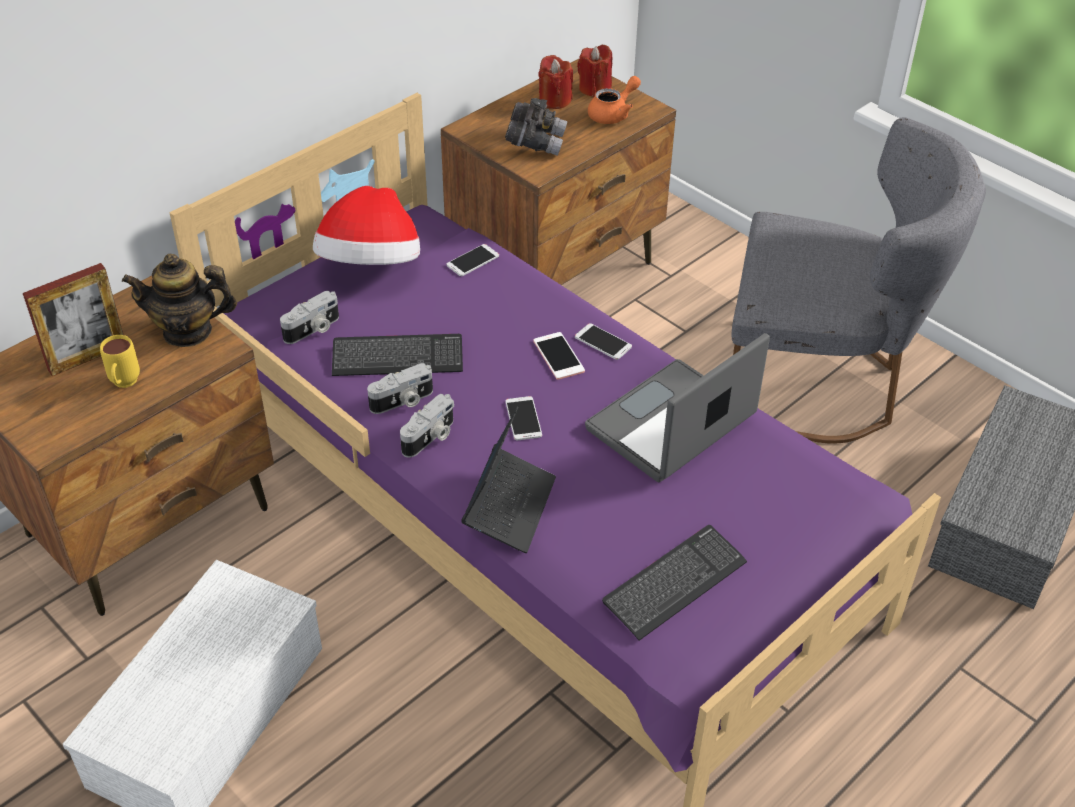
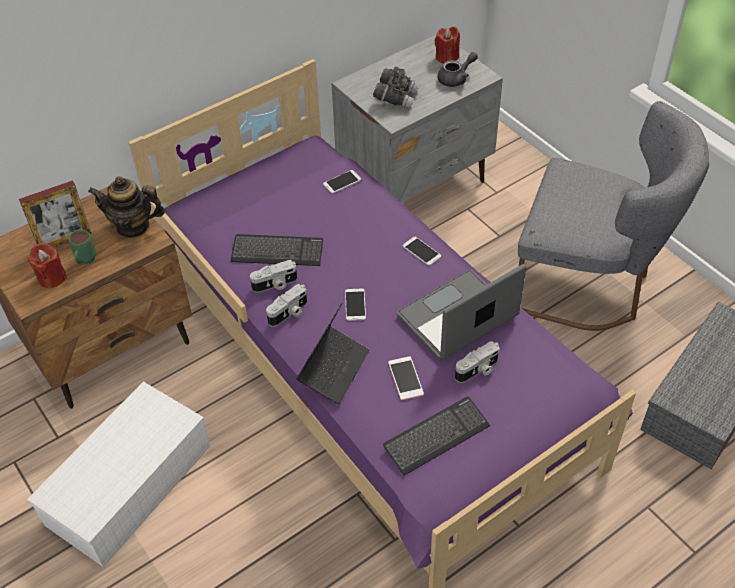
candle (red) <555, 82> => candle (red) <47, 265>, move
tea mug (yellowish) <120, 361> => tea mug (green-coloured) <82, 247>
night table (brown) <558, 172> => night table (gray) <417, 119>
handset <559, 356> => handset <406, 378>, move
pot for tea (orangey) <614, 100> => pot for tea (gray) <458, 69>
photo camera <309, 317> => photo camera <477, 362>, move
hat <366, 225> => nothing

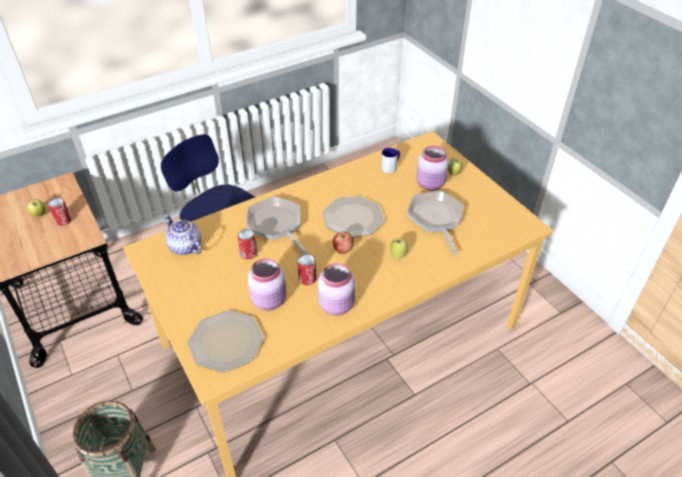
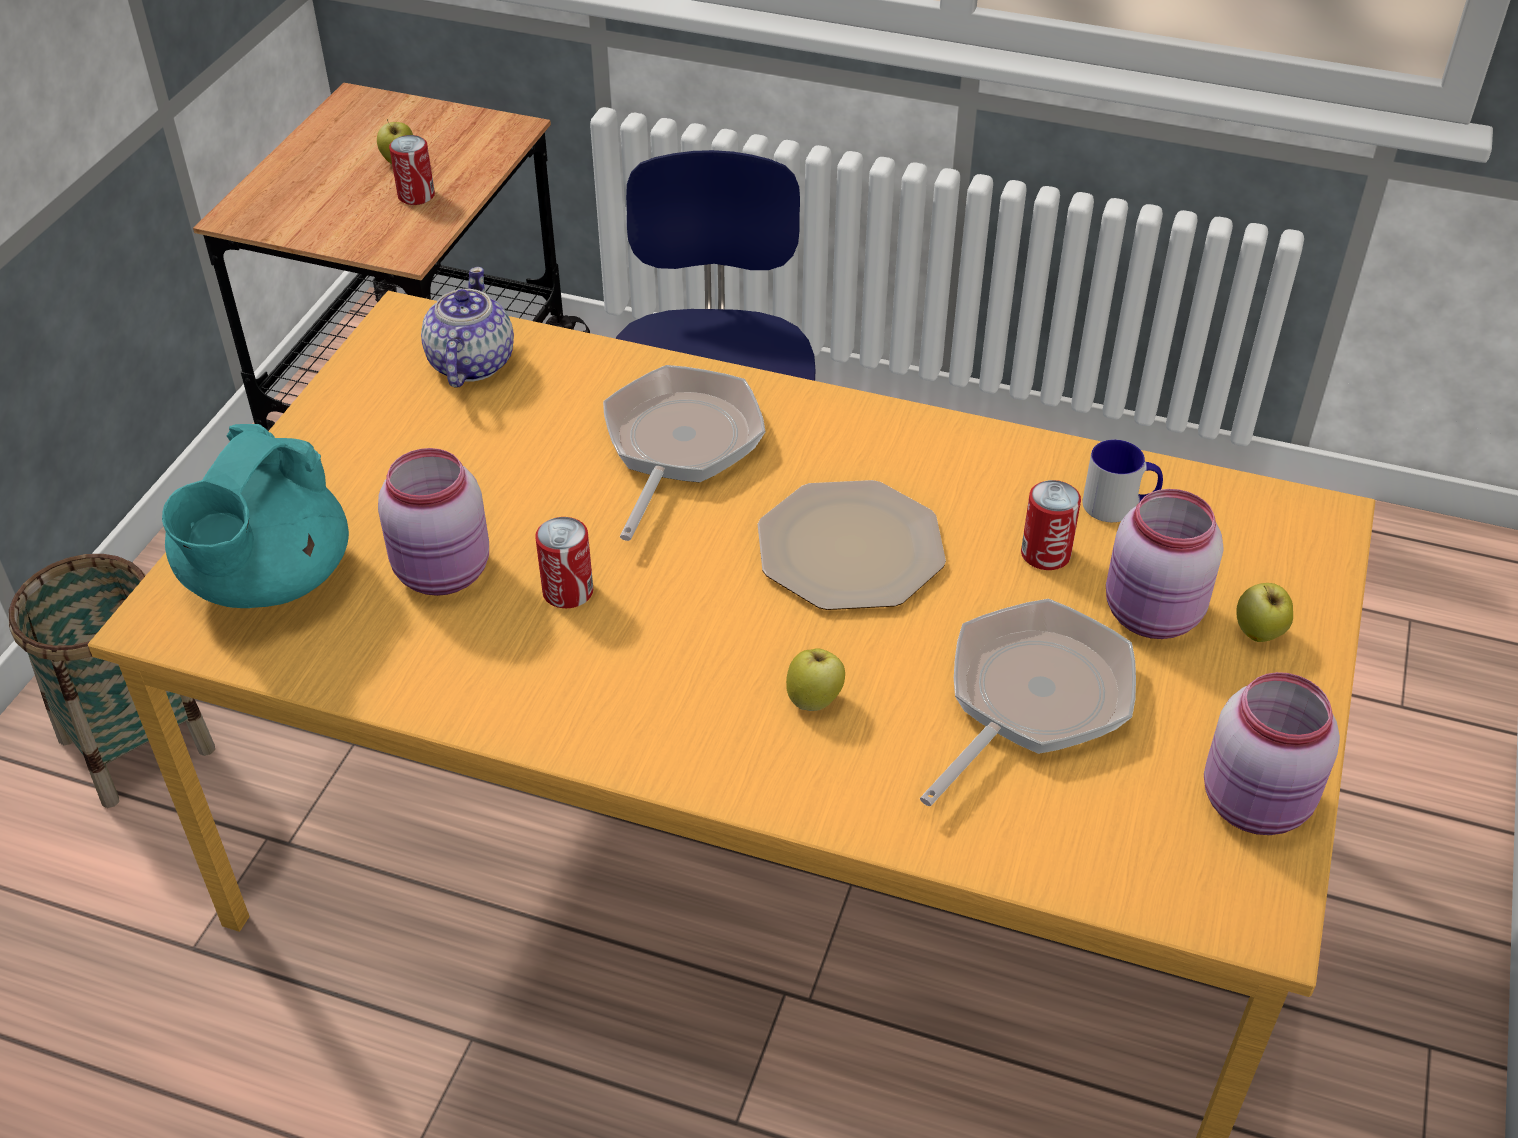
plate <226, 341> => pot for tea (turquoise) <255, 516>
sealed can <247, 244> => sealed can <1051, 525>, move
preserve jar (pink) <336, 289> => preserve jar (pink) <1272, 753>, move
whole apple <343, 242> => nothing

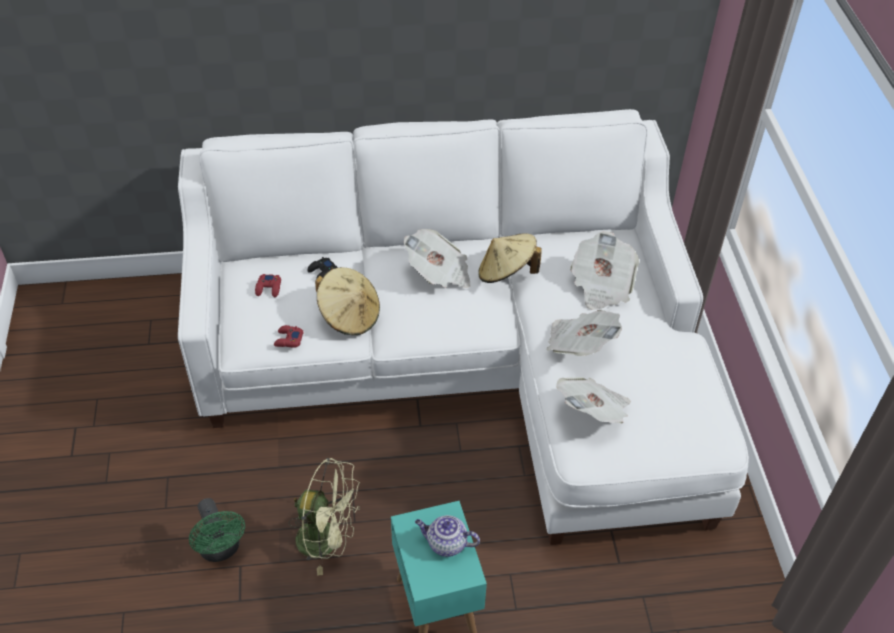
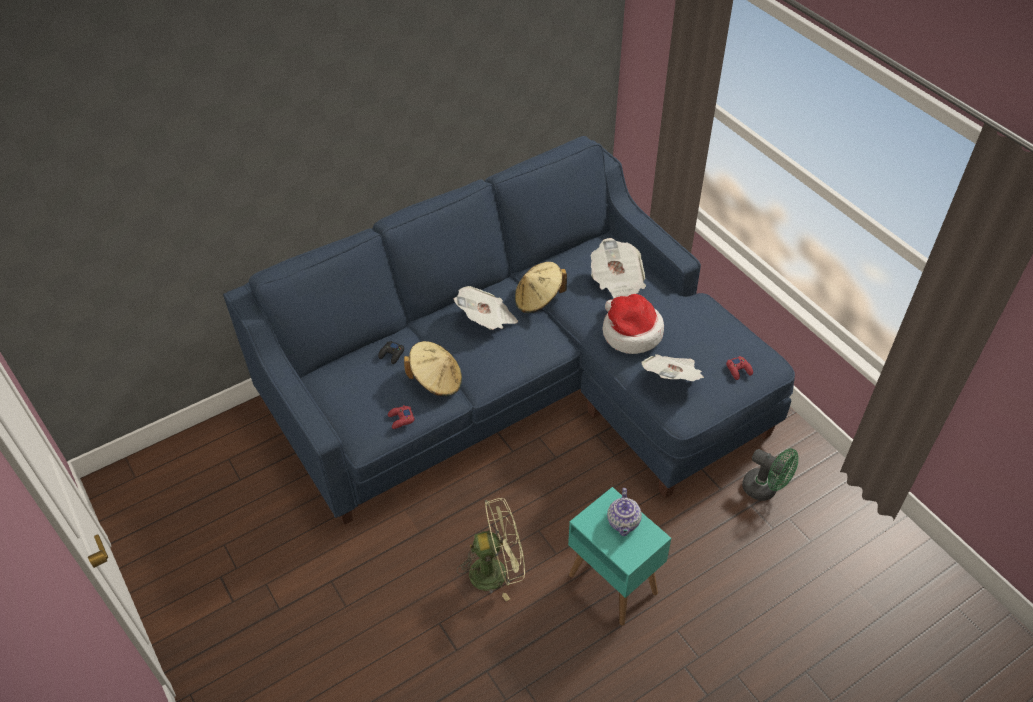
couch (white-coloured) <463, 327> => couch (bluish) <509, 330>
printed paper <584, 333> => hat <633, 324>
pot for tea <447, 536> => pot for tea <624, 512>, 75 degrees counterclockwise
gamepad (red) <268, 285> => gamepad (red) <739, 368>, move
cooling fan (green-coloured) <217, 530> => cooling fan (green-coloured) <770, 474>, move

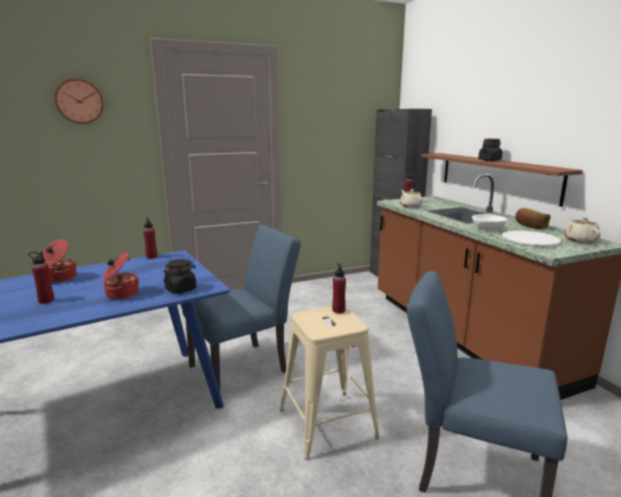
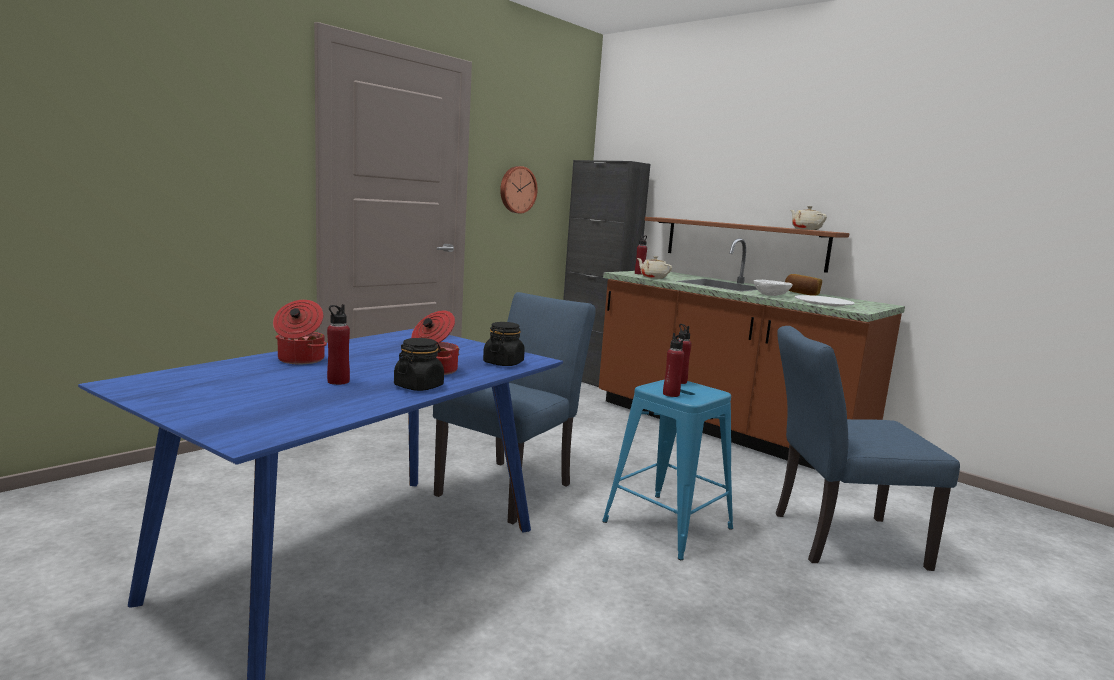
preserve jar (black-coloured) <490, 150> => preserve jar (black-coloured) <419, 364>, move
clock on the wall <79, 101> => clock on the wall <518, 190>, move
sitting stool (beige) <330, 383> => sitting stool (bluish) <667, 469>
drink bottle (red) <150, 238> => drink bottle (red) <674, 365>, move
pot for tea (beige) <583, 230> => pot for tea (beige) <809, 218>, move

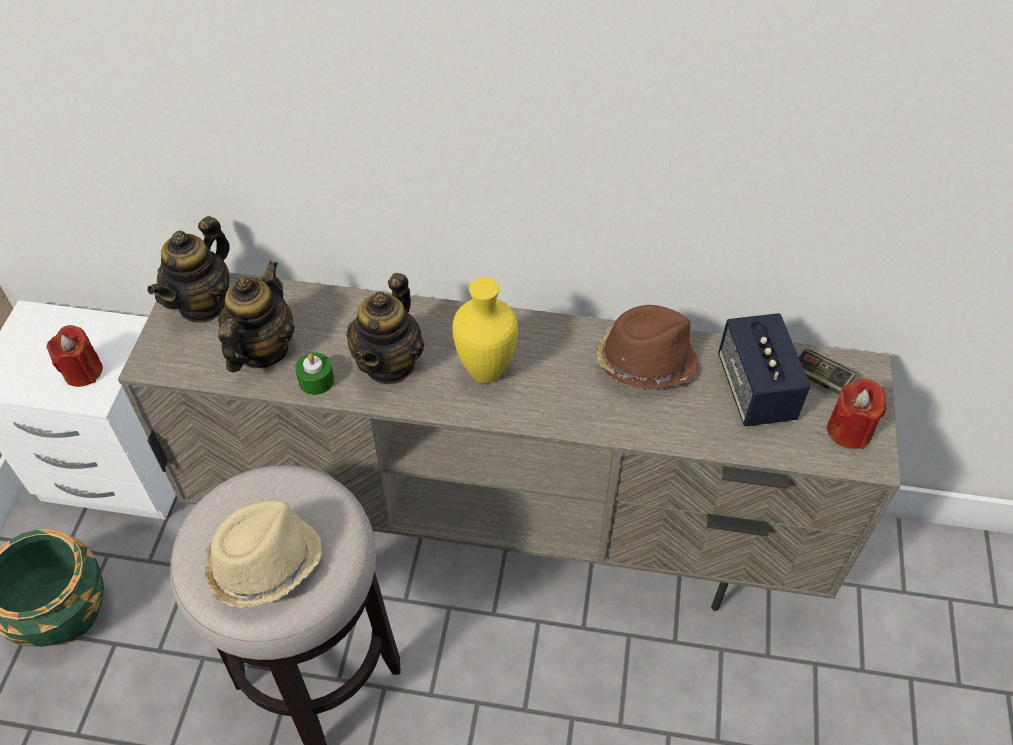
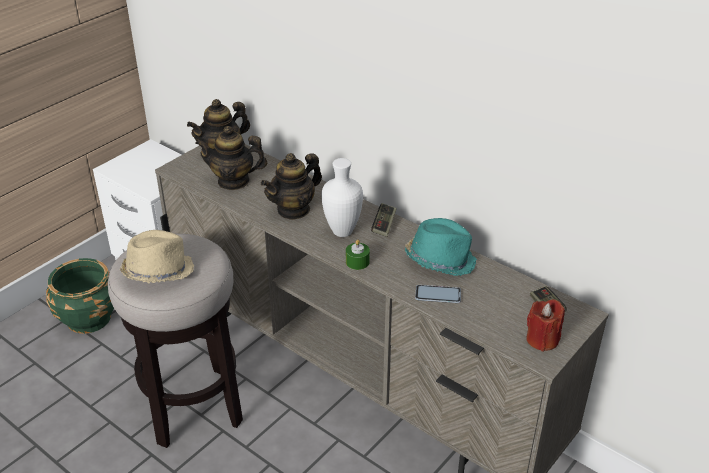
pot for tea <256, 316> => pot for tea <231, 158>, 135 degrees counterclockwise
flower vase (yellowish) <485, 330> => flower vase (white-coloured) <342, 197>
candle (green-coloured) <314, 373> => candle (green-coloured) <358, 255>, move
nothing => gamepad <384, 220>
hat (brown) <648, 347> => hat (turquoise) <441, 247>
nothing => handset <438, 294>
candle (red) <74, 356> => nothing
loudspeaker <764, 370> => nothing

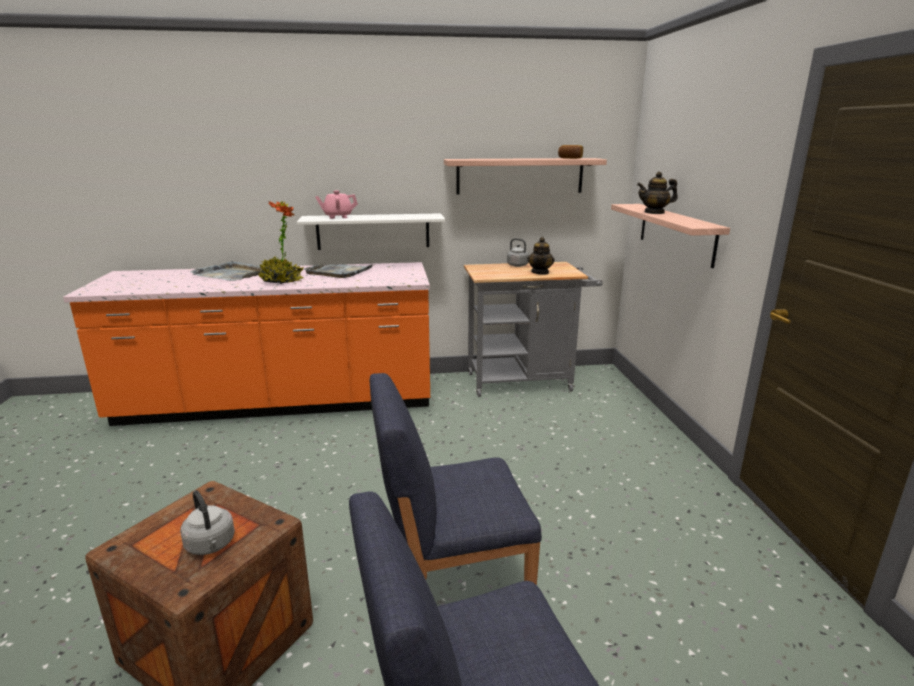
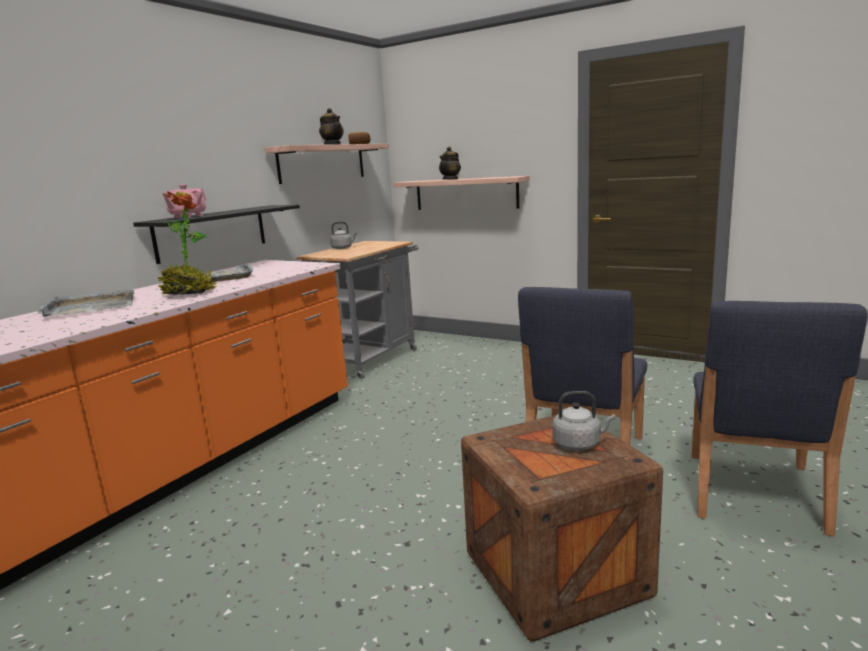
shelf (white-coloured) <371, 231> => shelf (black-coloured) <216, 234>
pot for tea <541, 256> => pot for tea <331, 126>, move

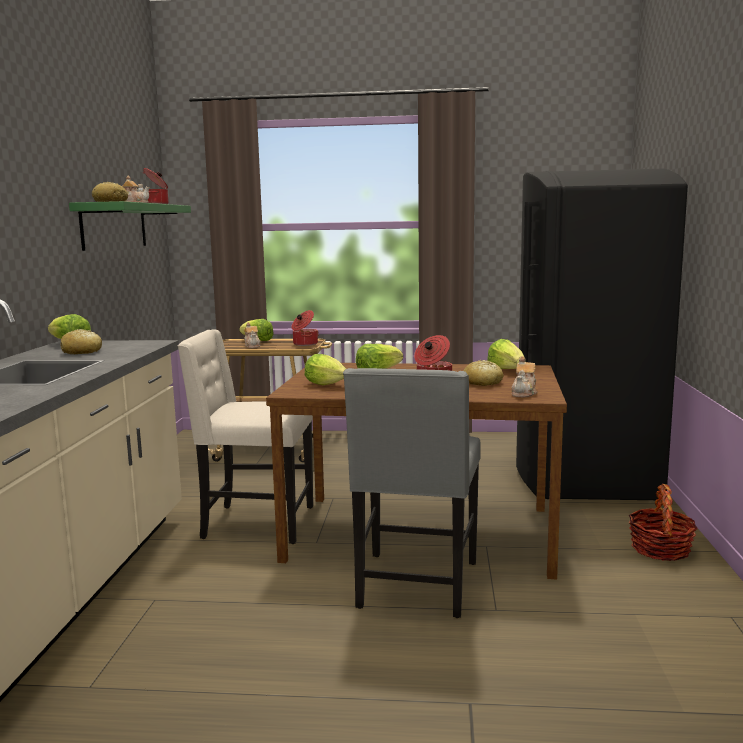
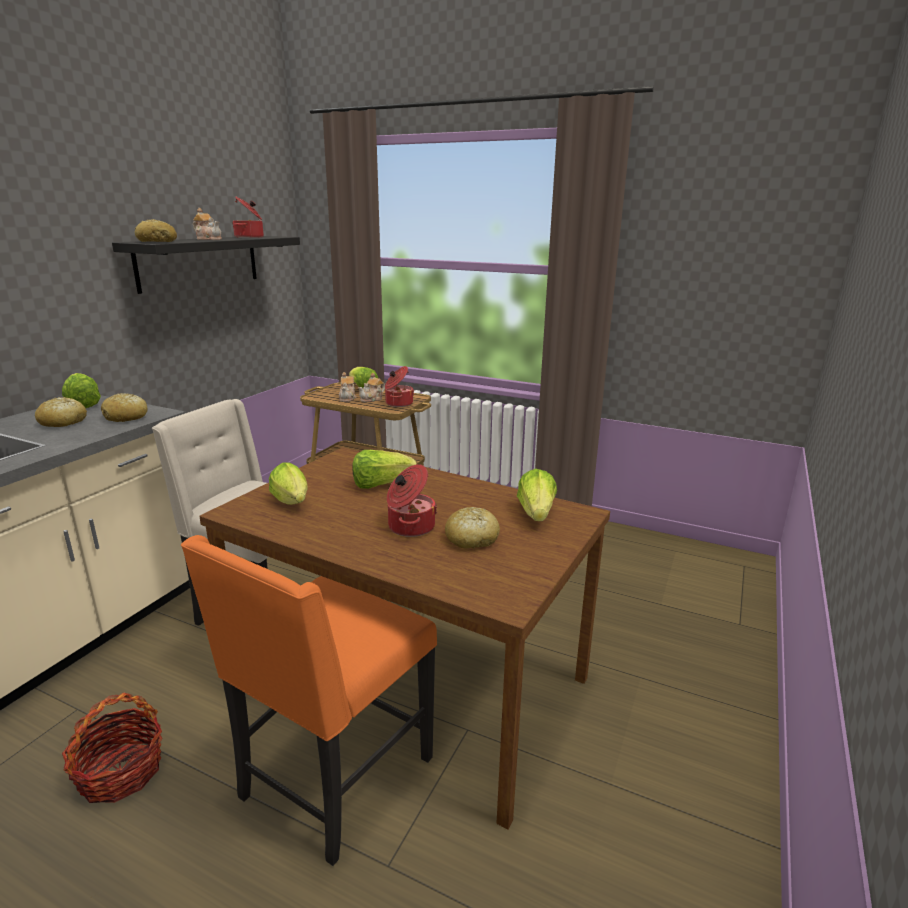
basket <663, 522> => basket <112, 748>, move
nothing => bread <124, 407>
shelf (green-coloured) <130, 226> => shelf (black-coloured) <206, 265>
plain chair (gray) <412, 493> => plain chair (orangey) <309, 700>
pot for tea <524, 376> => pot for tea <371, 387>, move
fridge (black-coloured) <602, 335> => nothing

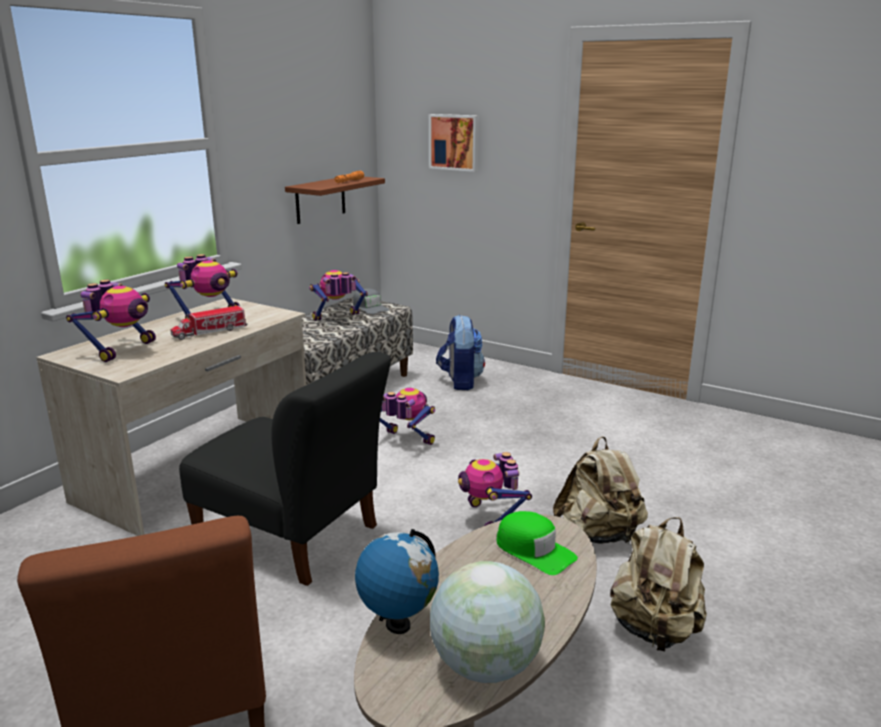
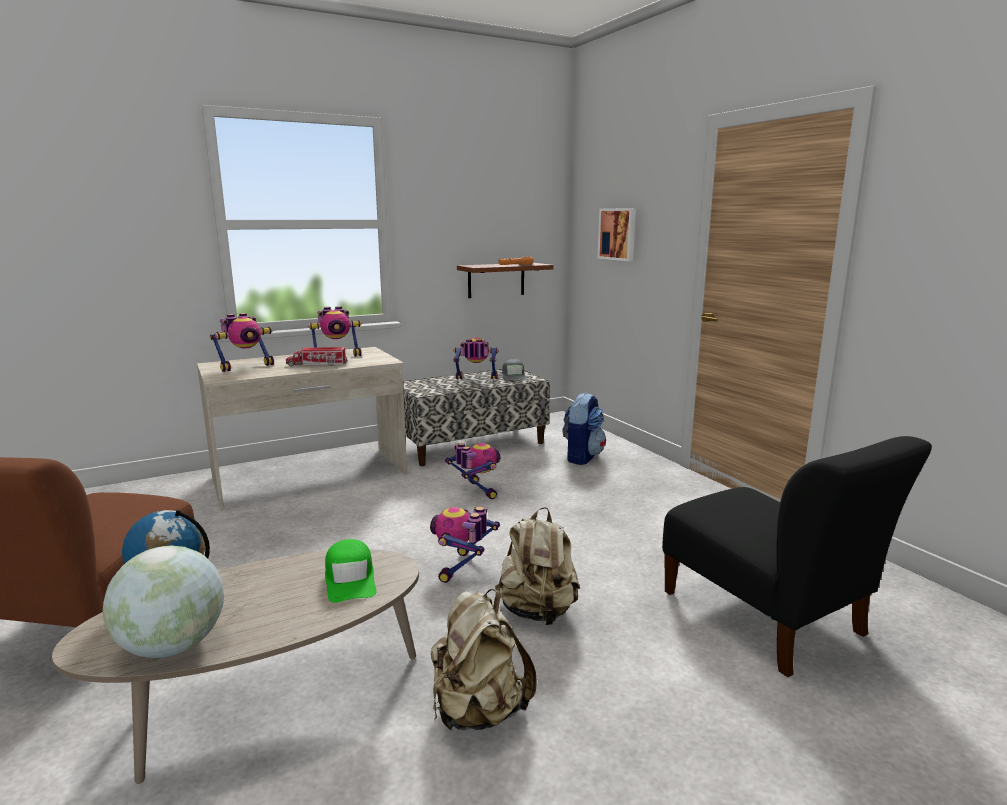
plain chair (black-coloured) <285, 469> => plain chair (black-coloured) <797, 556>, move

